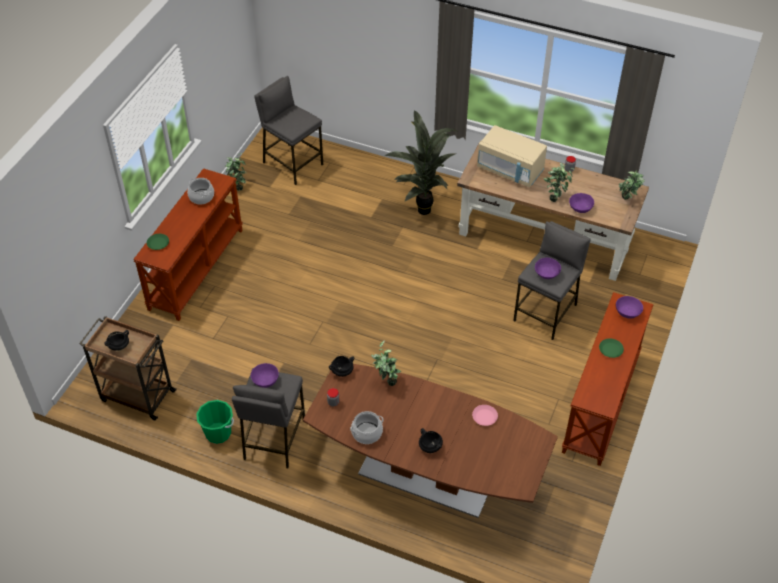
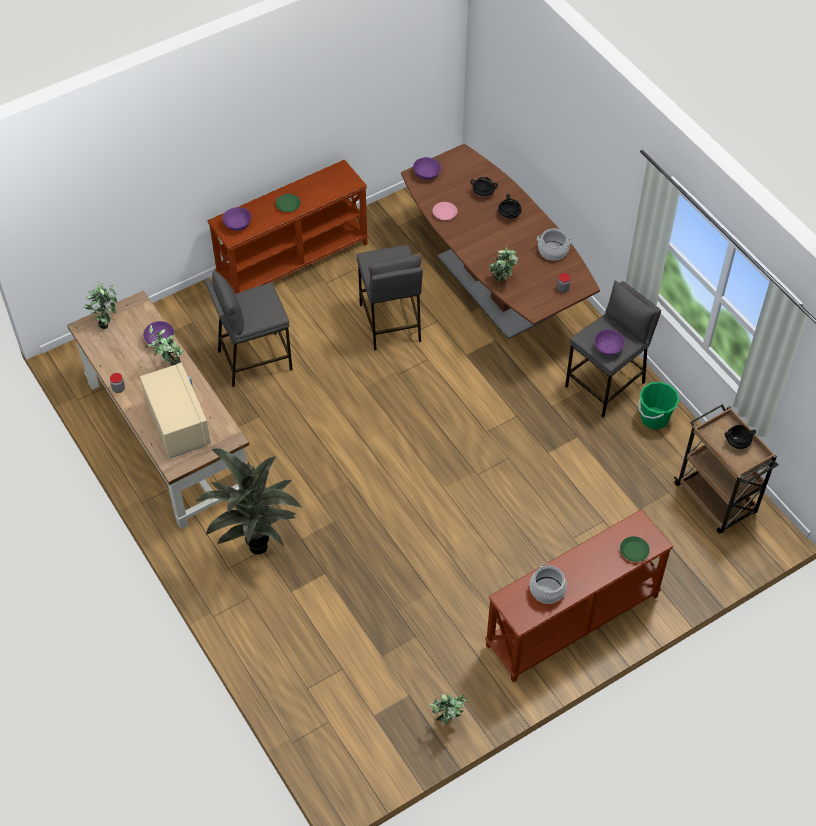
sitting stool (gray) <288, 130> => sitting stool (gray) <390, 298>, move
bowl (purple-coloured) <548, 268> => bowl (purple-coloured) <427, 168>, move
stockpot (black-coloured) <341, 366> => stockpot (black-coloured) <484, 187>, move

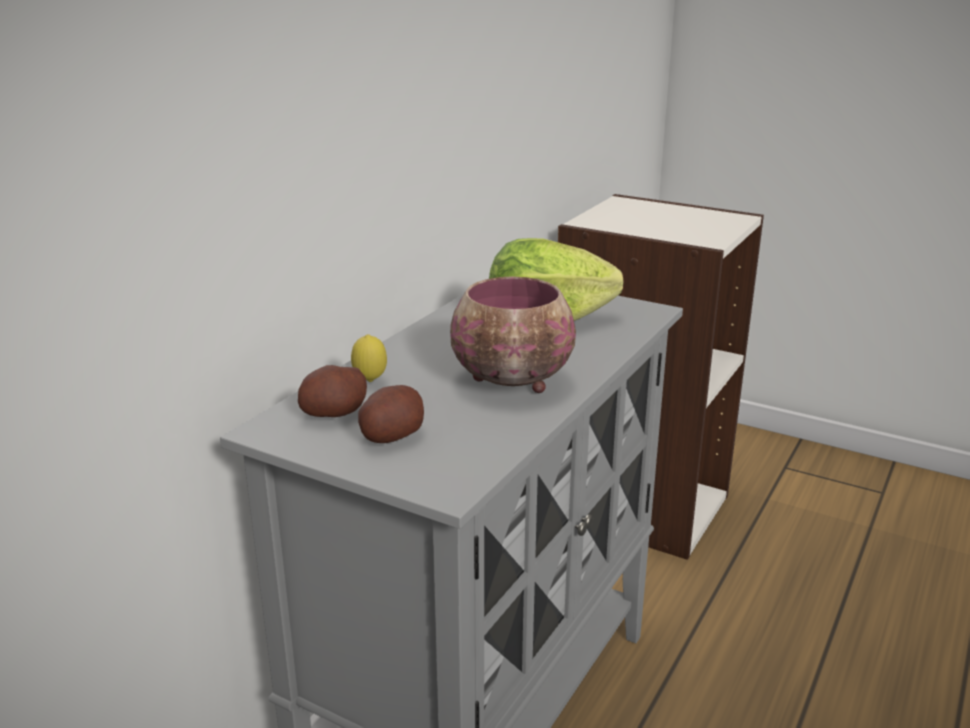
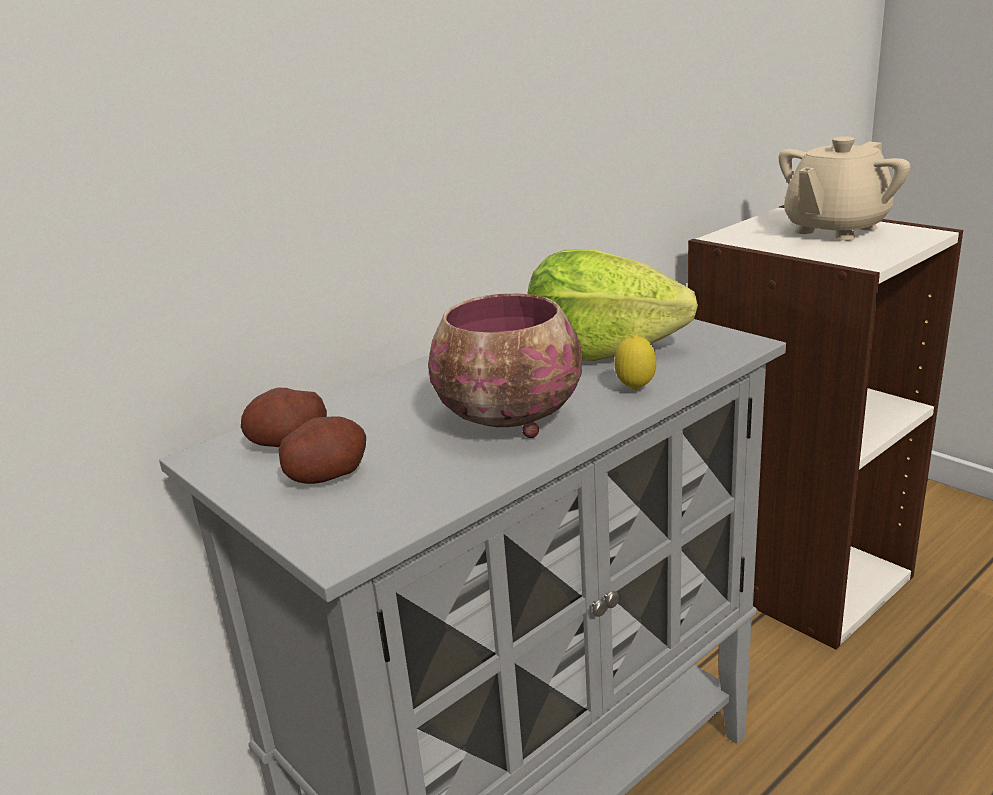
citrus fruit <369, 358> => citrus fruit <635, 362>, move
nothing => pot for tea (beige) <844, 188>

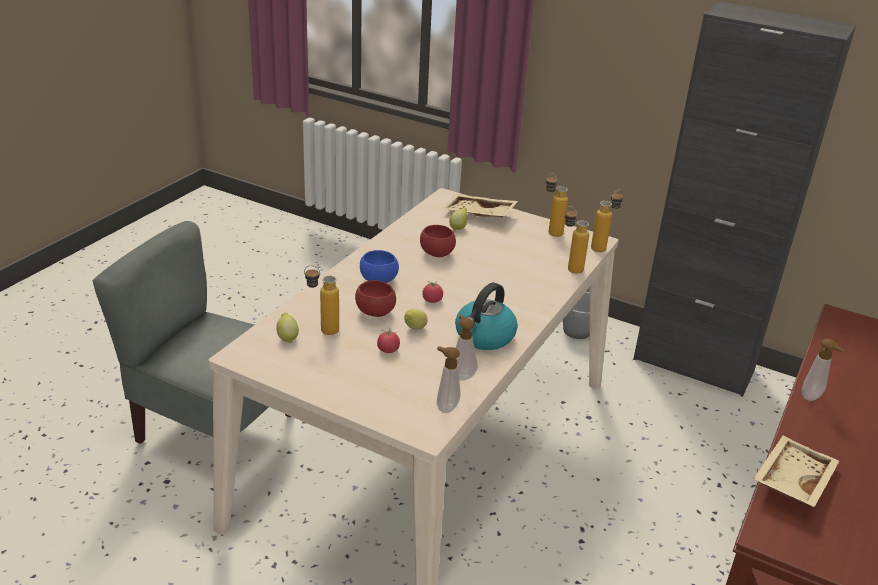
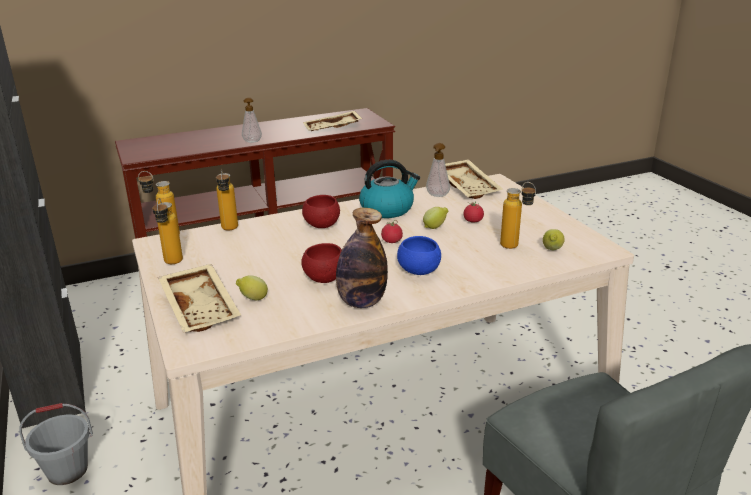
bowl (red) <375, 298> => bowl (red) <321, 211>, move
nothing => drink bottle <362, 258>
soap dispenser <449, 379> => serving tray (beige) <474, 179>

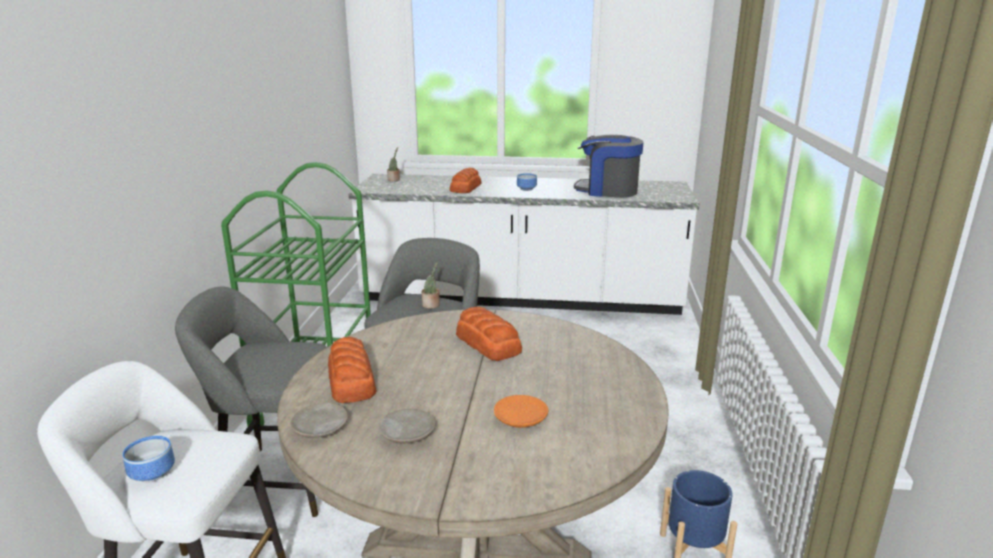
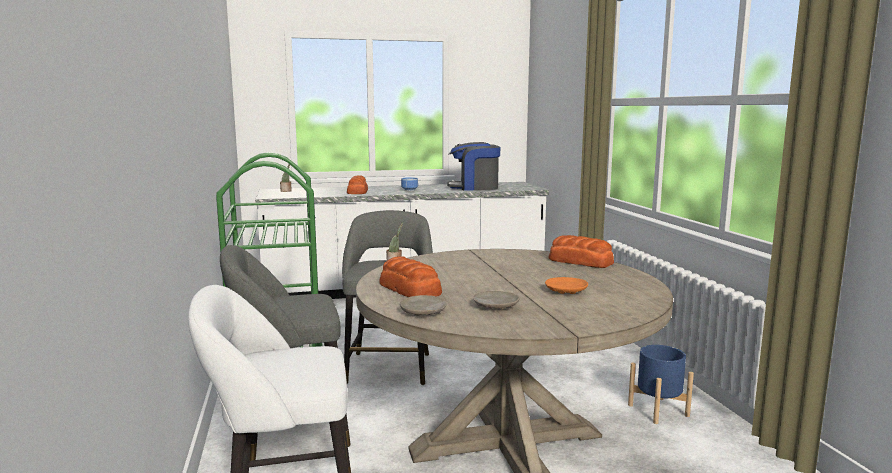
bread <489, 334> => bread <581, 251>, move
bowl <148, 459> => nothing

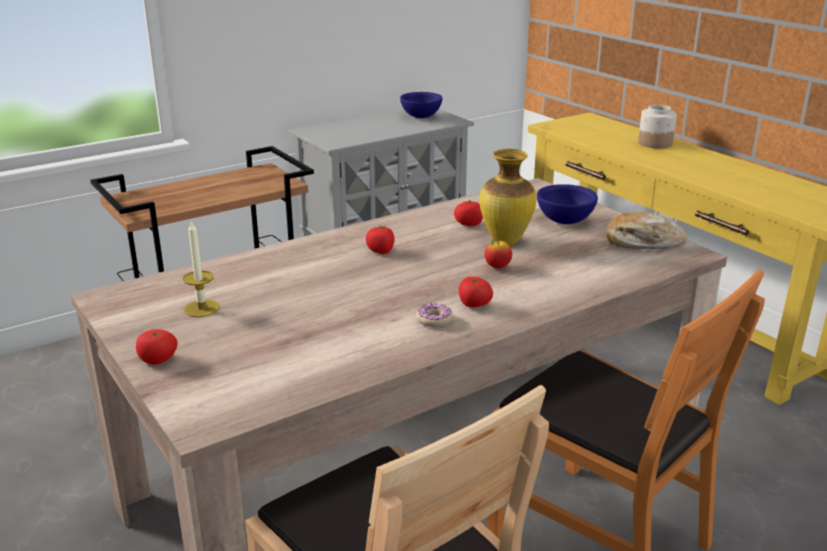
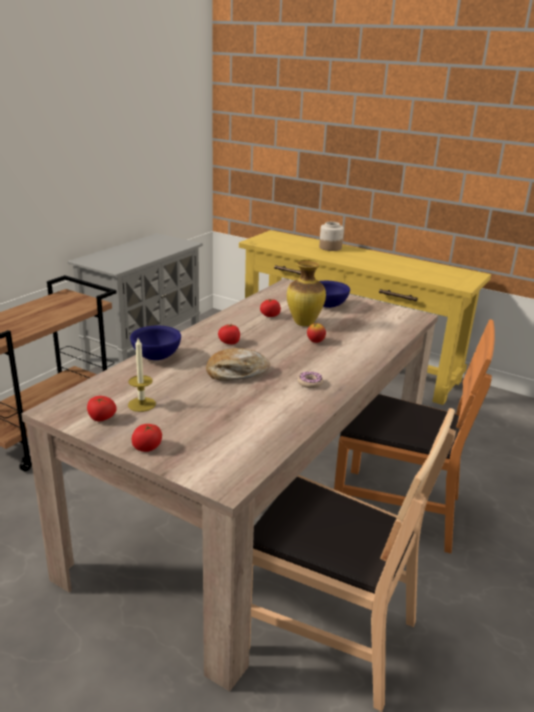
whole tomato <476, 292> => whole tomato <102, 408>, move
bowl (bluish) <421, 105> => bowl (bluish) <155, 343>, move
bread <646, 230> => bread <238, 364>, move

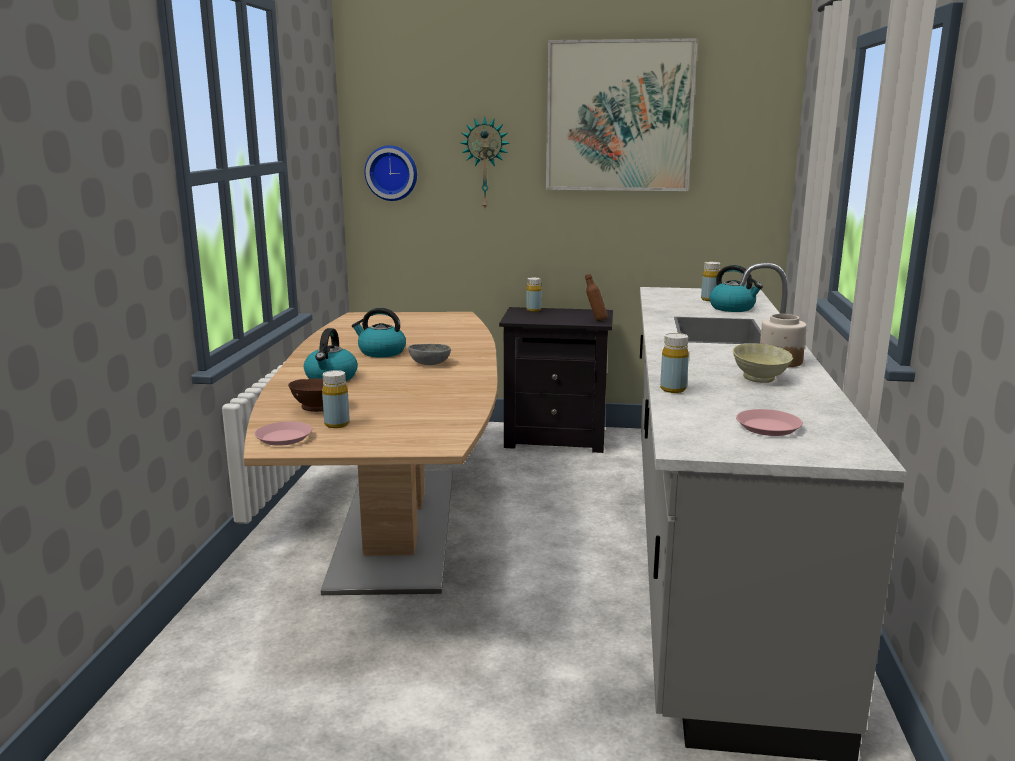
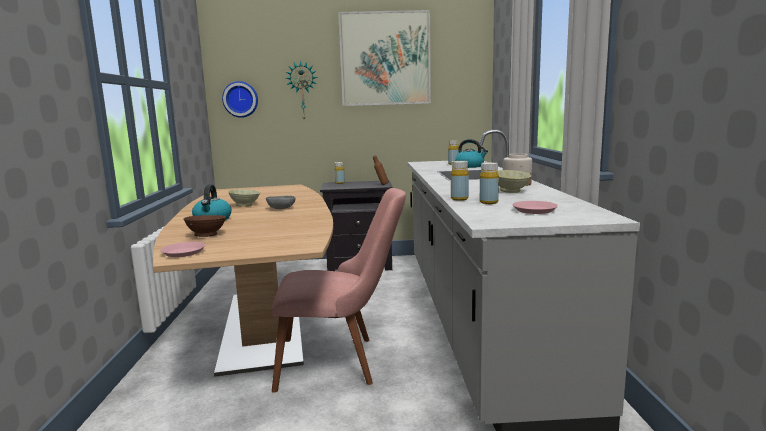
kettle <379, 332> => bowl (beige) <244, 198>
nothing => plain chair (pink) <339, 290>
drink bottle (yellowish) <336, 399> => drink bottle (yellowish) <489, 183>, move

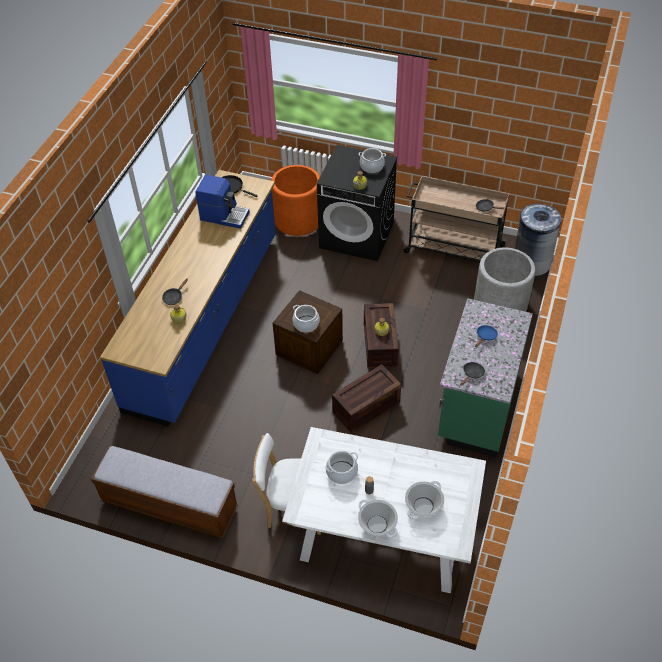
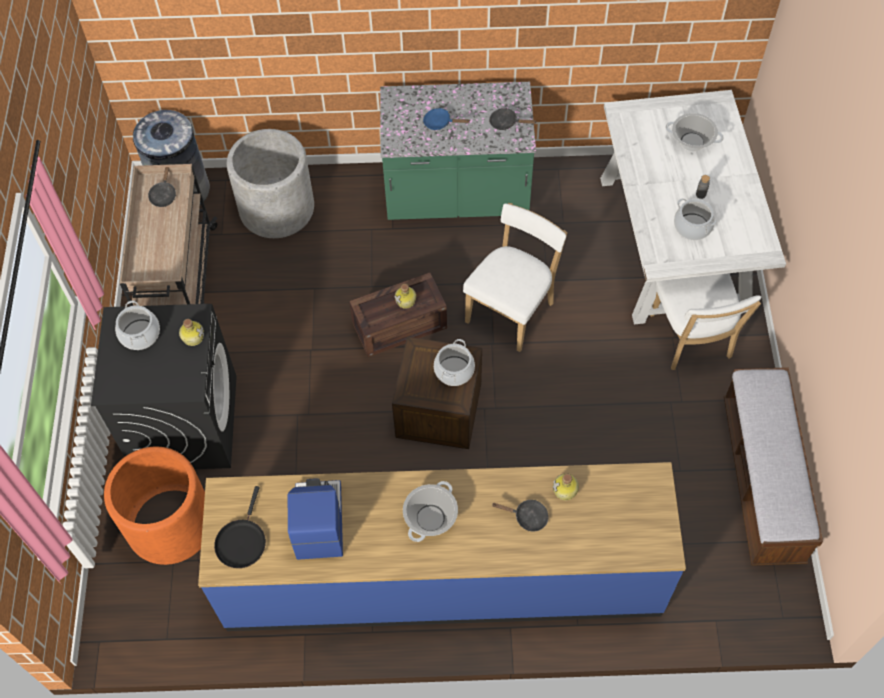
stockpot <378, 519> => stockpot <430, 511>, move
crate <366, 398> => plain chair (white-coloured) <515, 277>

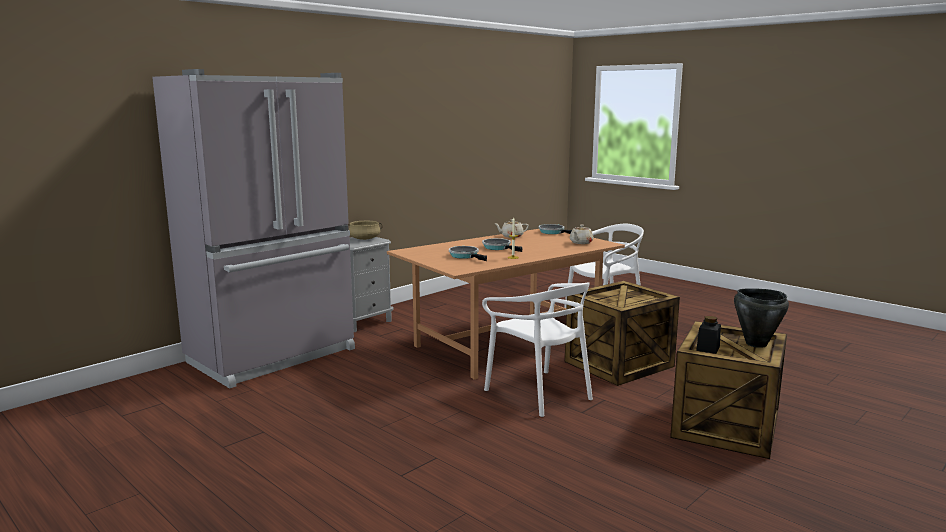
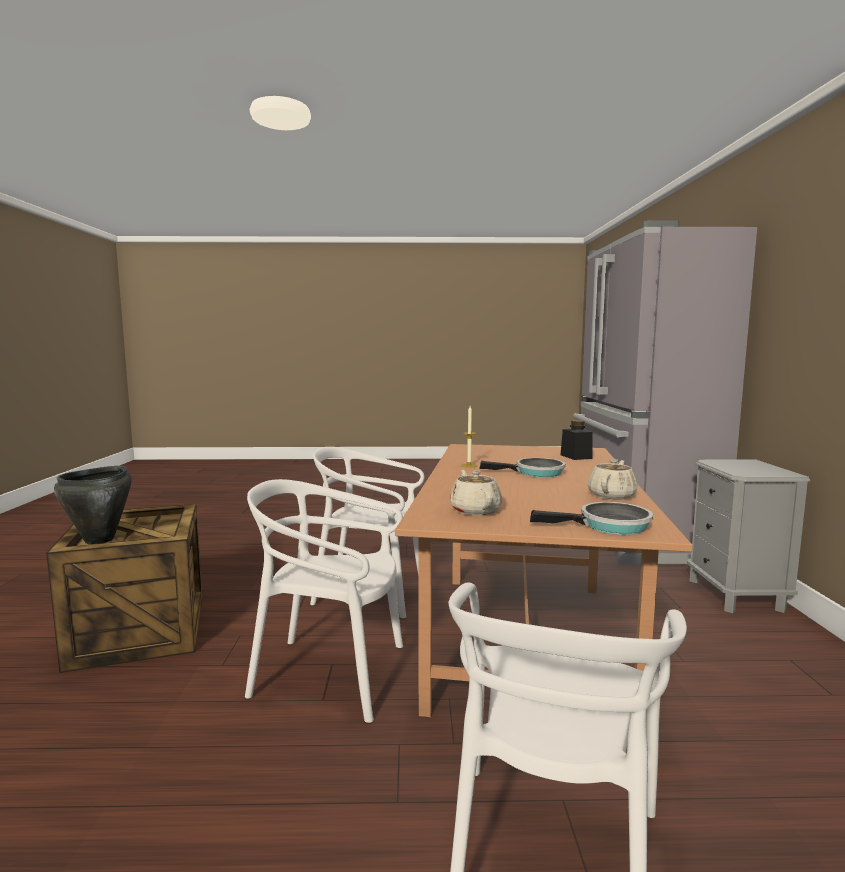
crate <622, 333> => plain chair (white-coloured) <324, 601>
preserve jar (black-coloured) <708, 335> => preserve jar (black-coloured) <577, 440>, move
stockpot (beige) <365, 230> => nothing
pan <468, 253> => nothing

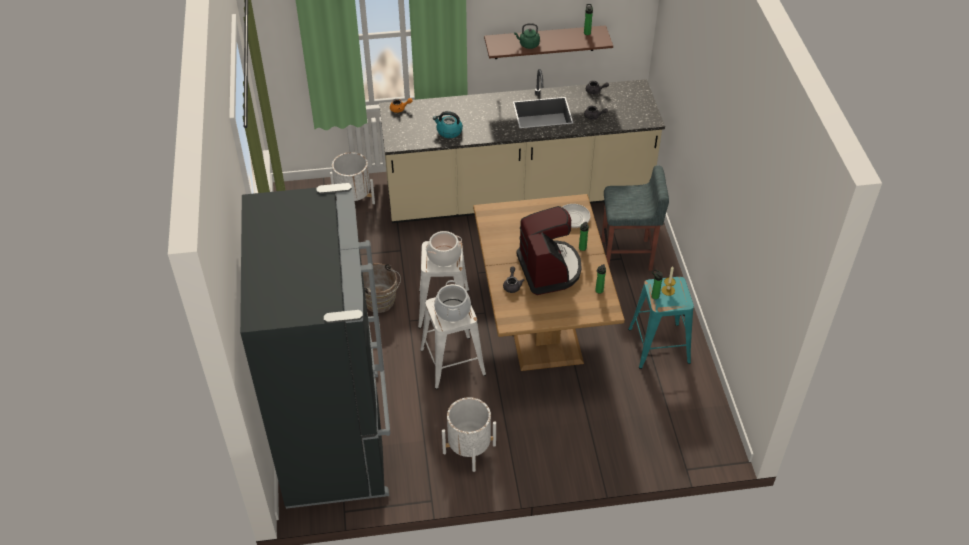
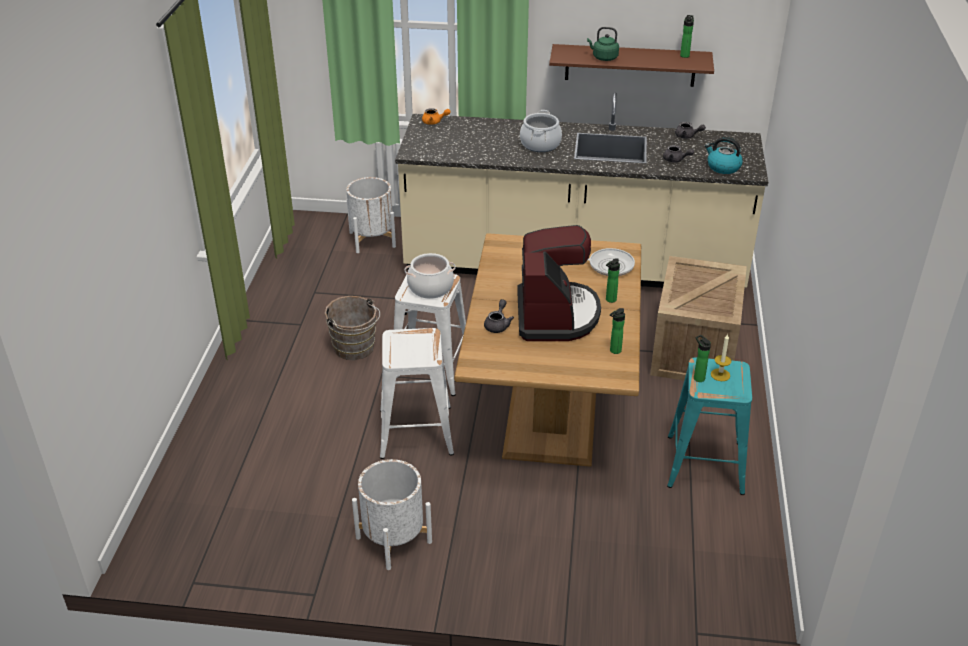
stockpot <452, 301> => stockpot <541, 131>, move
sitting stool (gray) <635, 217> => crate <698, 318>
kettle <448, 124> => kettle <724, 155>, move
fridge (black-coloured) <315, 346> => nothing

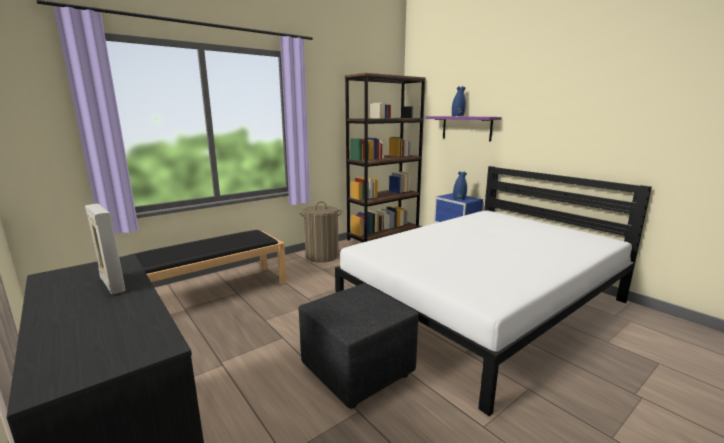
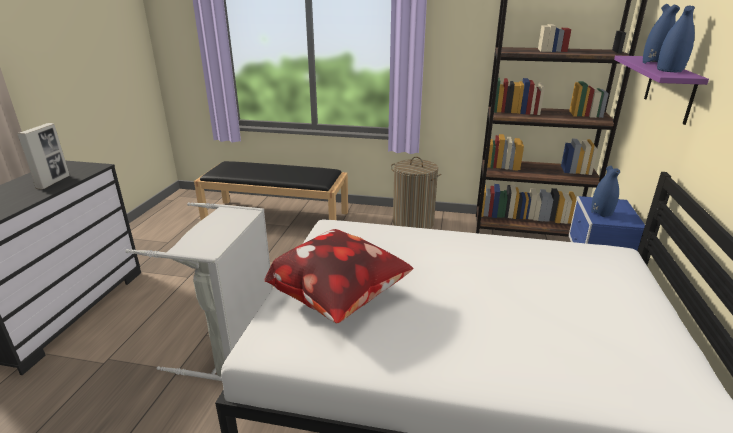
footrest (black-coloured) <359, 346> => washing basket (gray) <199, 291>
nothing => pillow <339, 276>
nothing => flower vase (bluish) <676, 39>

